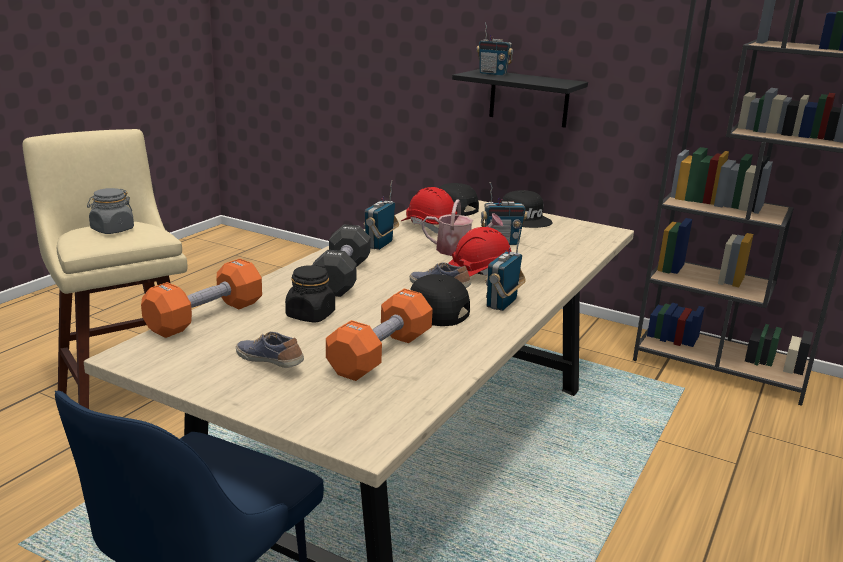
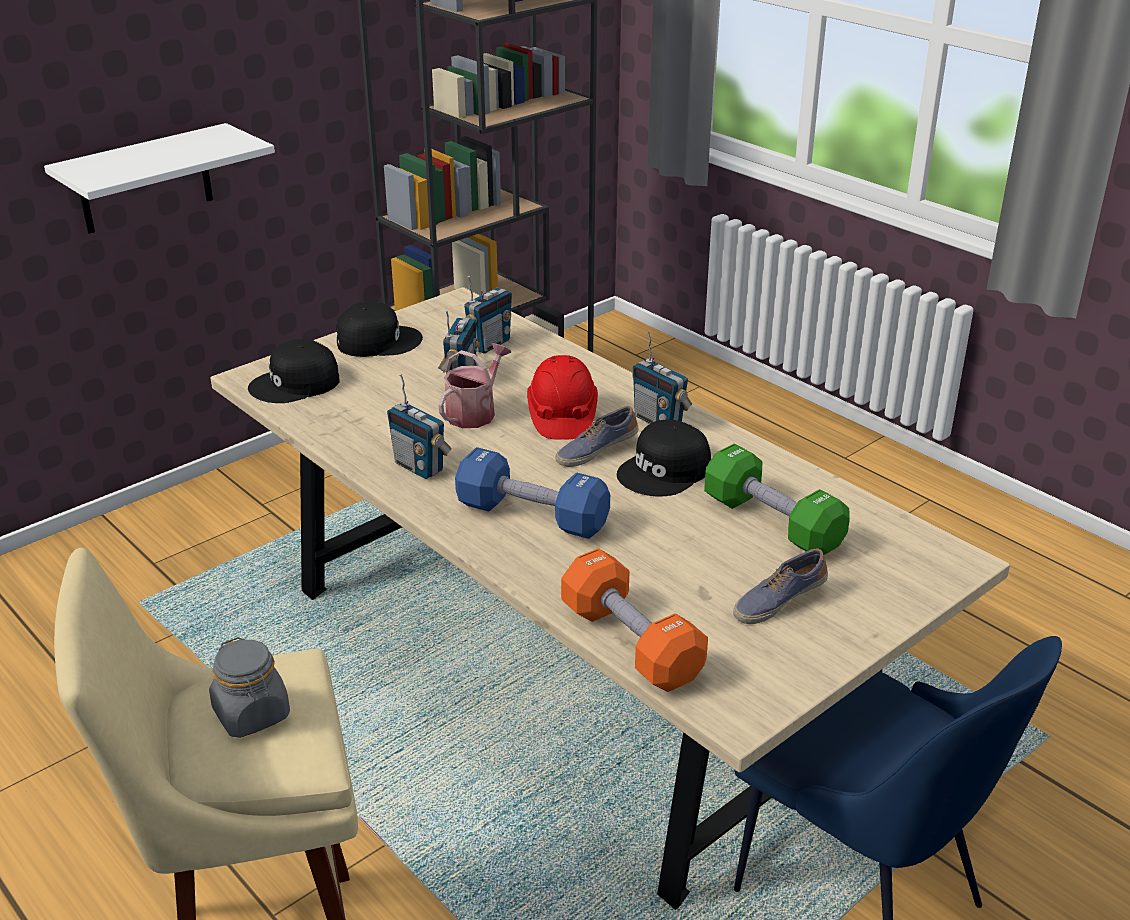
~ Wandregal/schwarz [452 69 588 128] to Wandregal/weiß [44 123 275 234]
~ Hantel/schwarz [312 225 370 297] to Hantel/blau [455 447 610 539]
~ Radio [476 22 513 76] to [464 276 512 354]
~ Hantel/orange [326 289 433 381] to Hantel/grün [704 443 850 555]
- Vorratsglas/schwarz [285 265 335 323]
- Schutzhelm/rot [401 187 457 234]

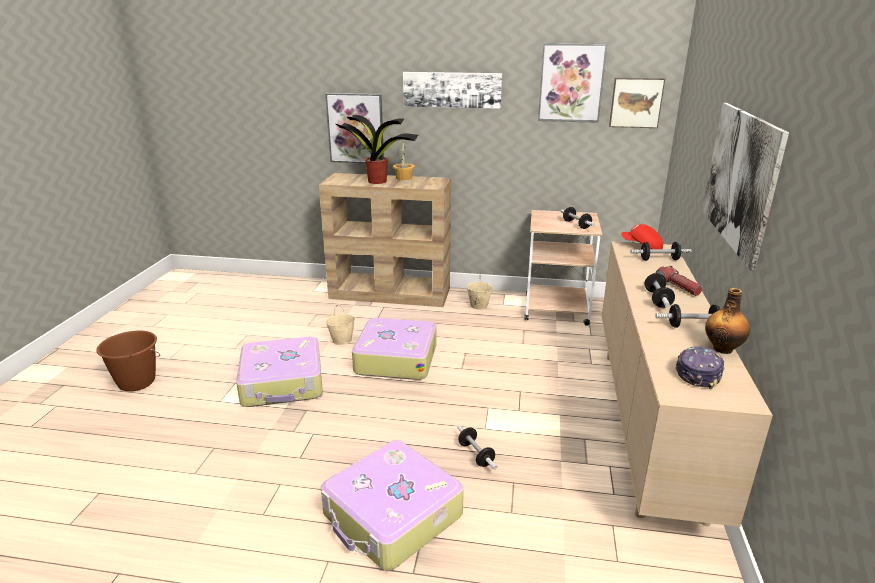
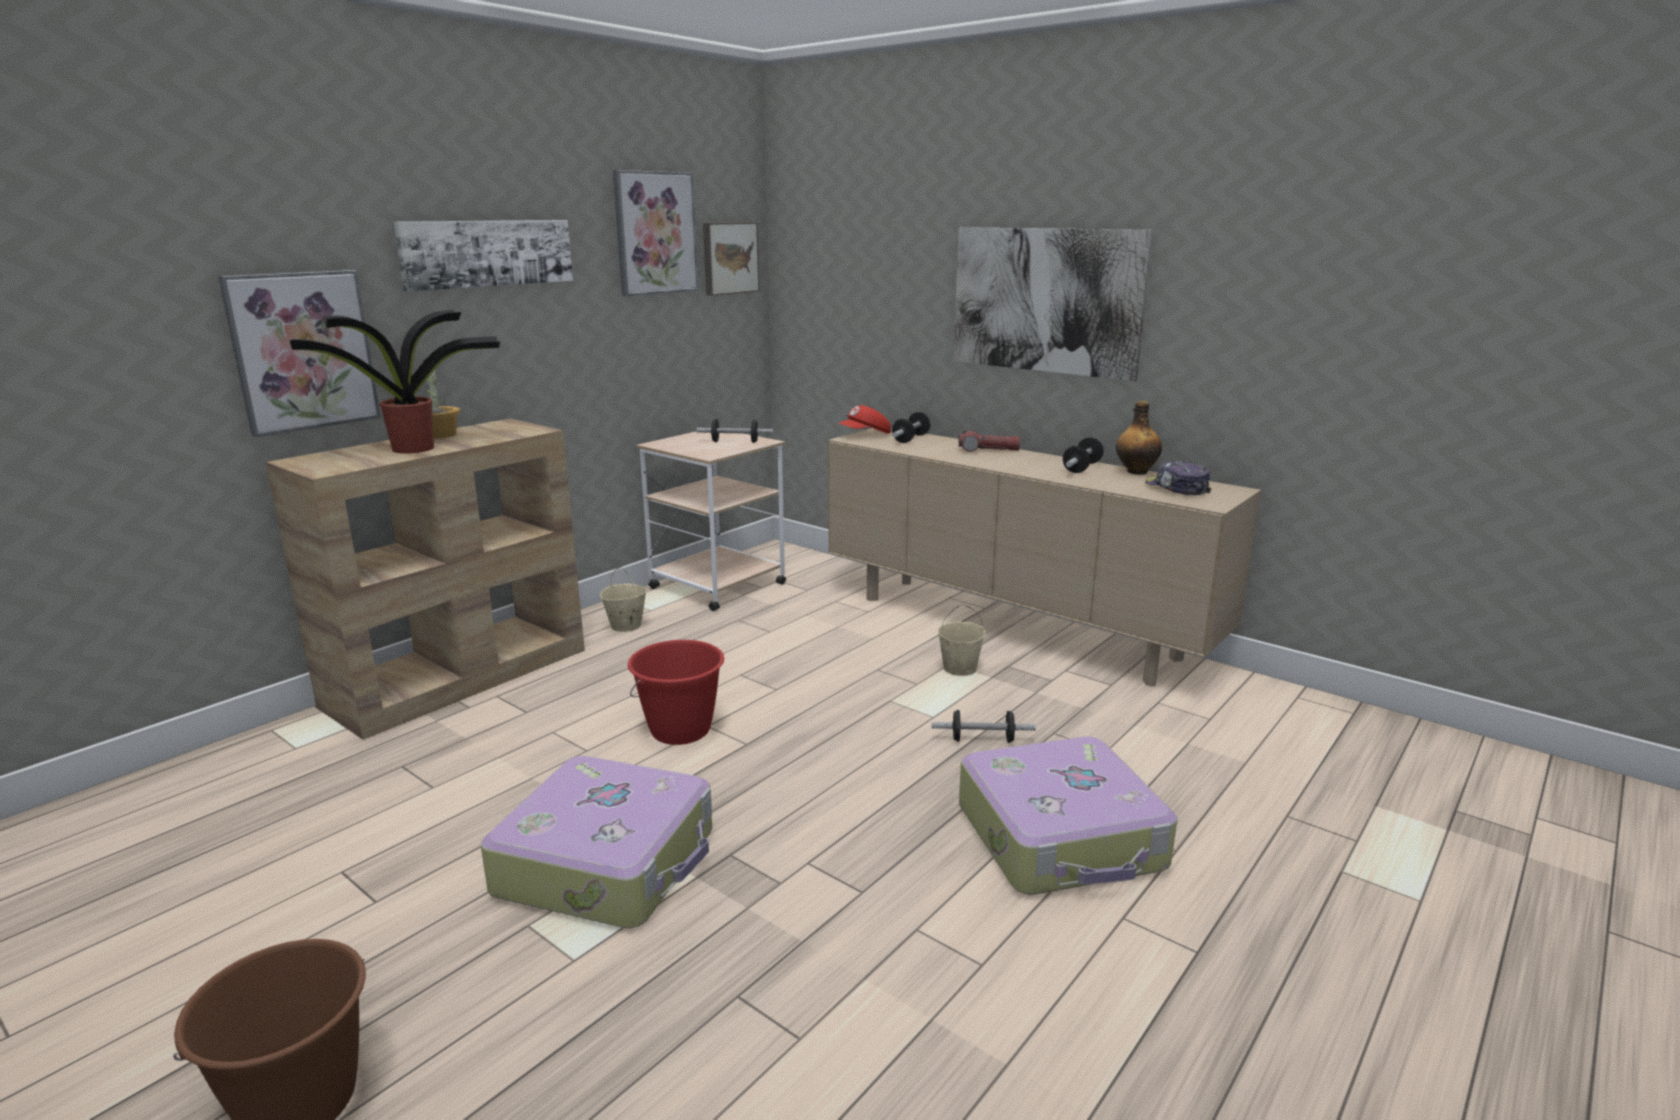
~ Koffer [352 318 436 380] to Eimer/rot [628 640 724 745]
~ Eimer/beige [326 307 355 345] to [938 604 985 676]
- Hantel [645 273 675 308]

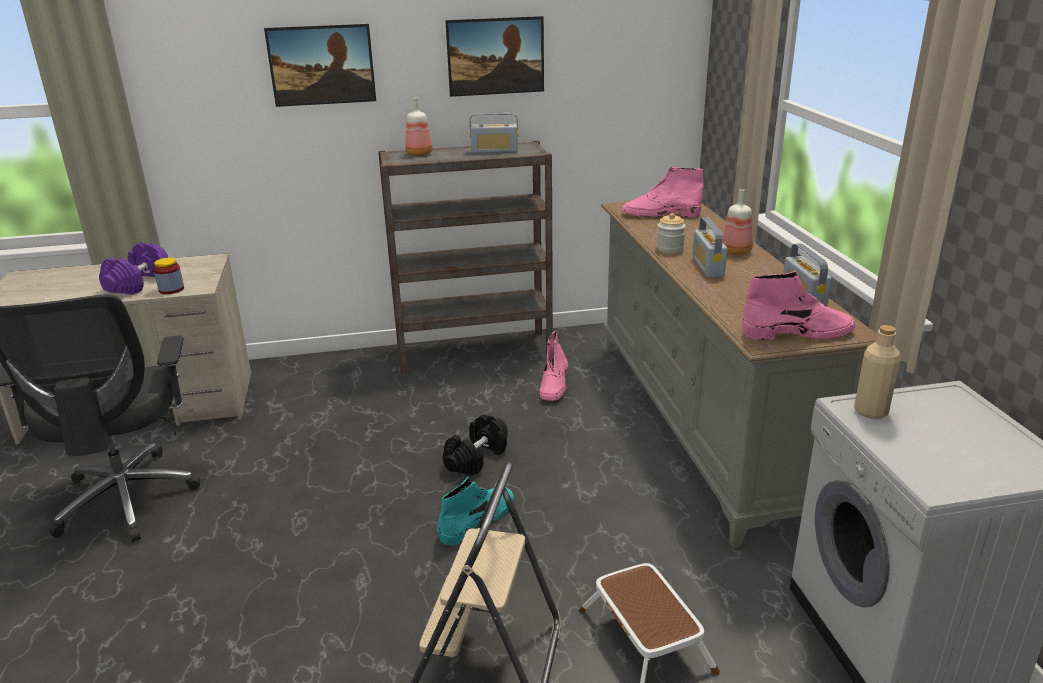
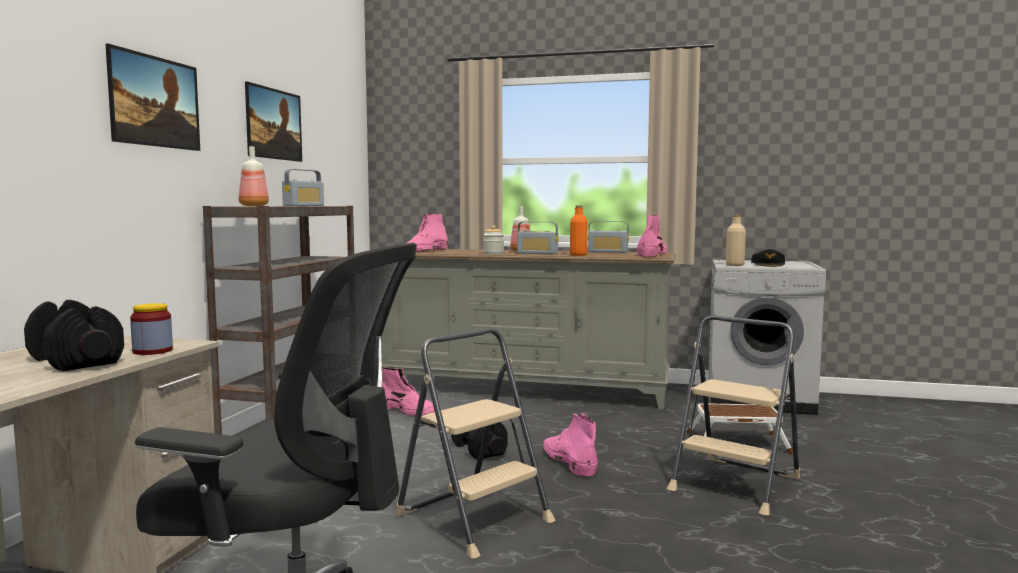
~ Hantel/lila [99 242 168 295] to Hantel/schwarz [24 300 124 371]
+ Trittleiter/beige [395 329 555 559]
~ Stiefel/türkis [437 477 514 545] to Stiefel/rosa [543 413 598 477]
+ Flasche/orange [570 205 588 256]
+ Kappe/schwarz [751 249 785 267]

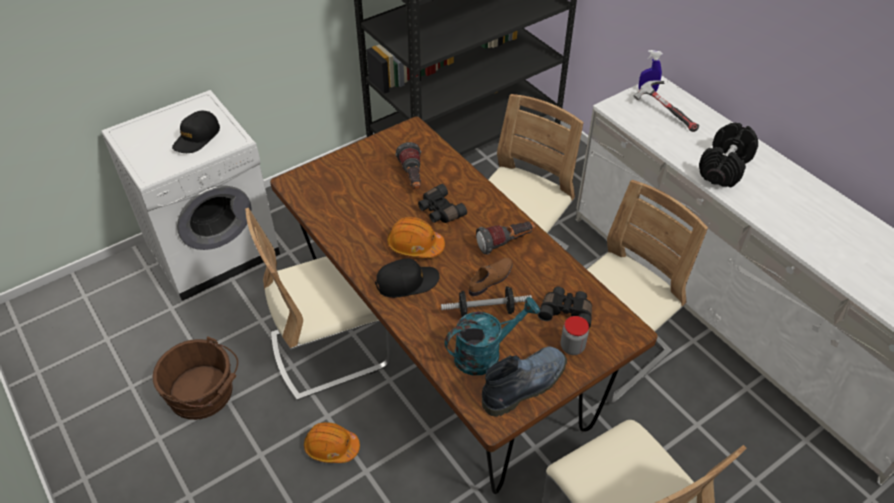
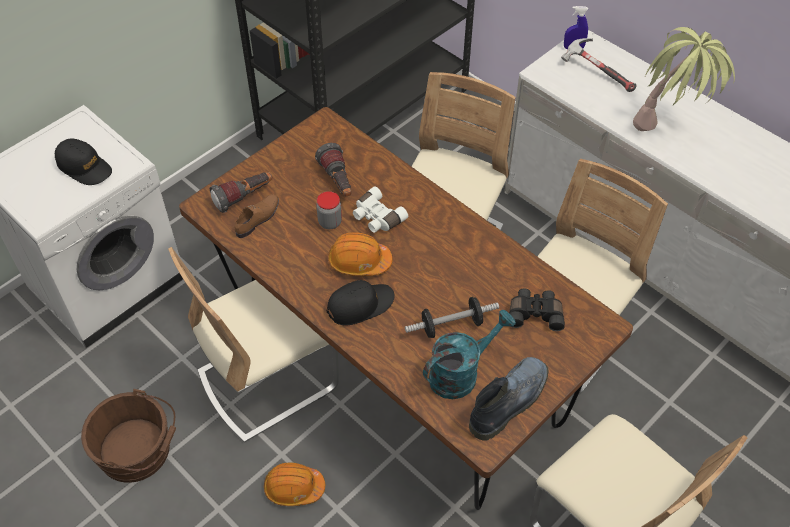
~ Kappe/schwarz [172 111 220 153] = [55 138 112 185] 75 degrees counterclockwise
~ Taschenlampe [476 222 536 255] to [210 172 273 213]
~ Schuh/braun [468 258 513 296] to [235 194 279 238]
~ Vorratsglas [561 316 589 355] to [316 191 342 229]
~ Fernglas/schwarz [418 184 467 223] to Fernglas/weiß [353 186 408 233]
~ Hantel/schwarz [699 123 758 188] to Topfpflanze [633 27 735 131]

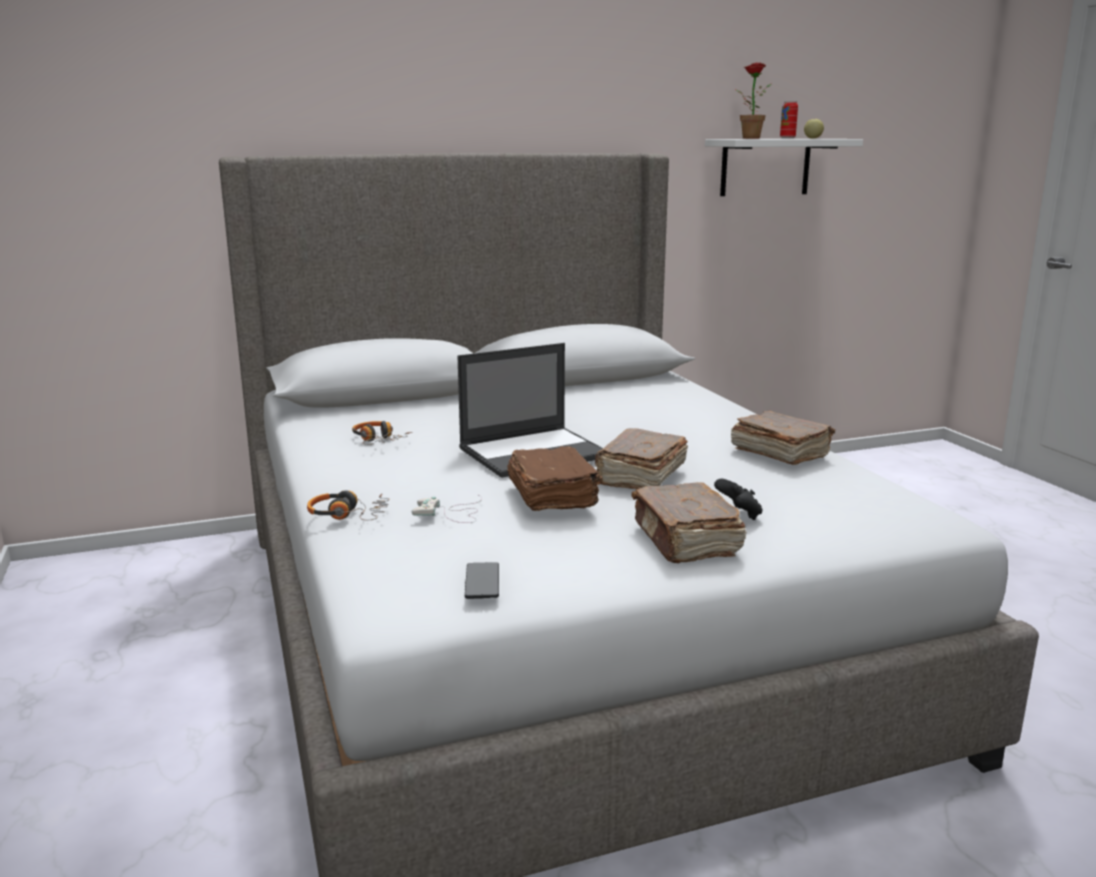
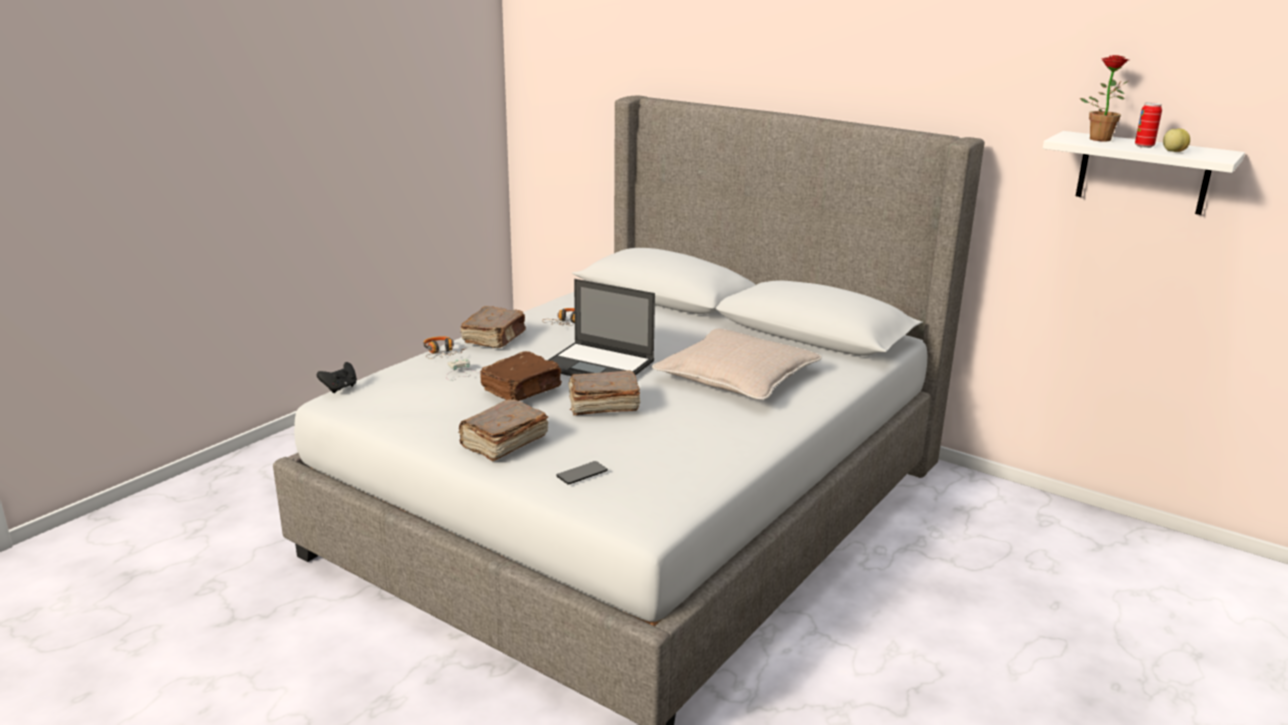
~ Gamepad/schwarz [714 479 763 520] to [317 362 357 393]
~ Buch/braun [731 410 835 465] to [461 306 526 348]
~ Handy [465 562 499 599] to [557 461 608 485]
+ Kissen/beige [652 329 822 400]

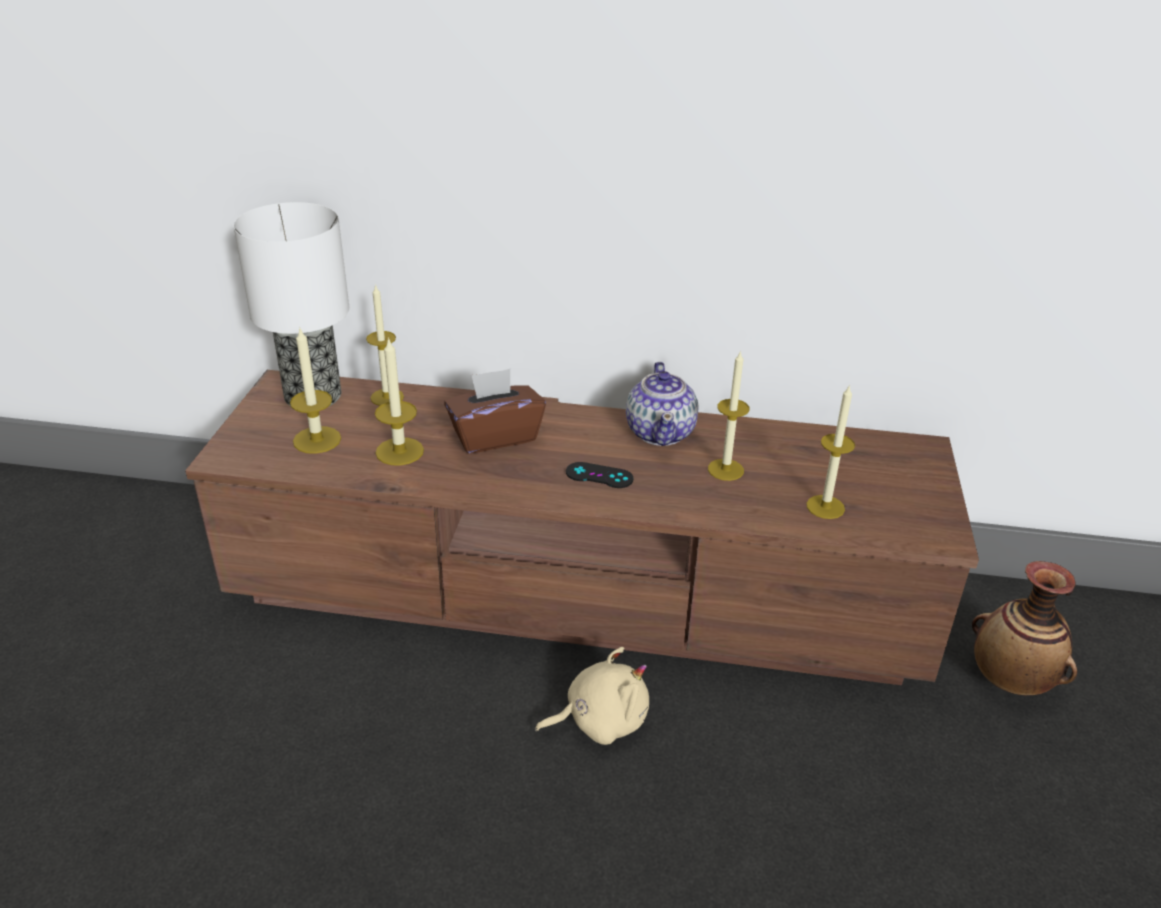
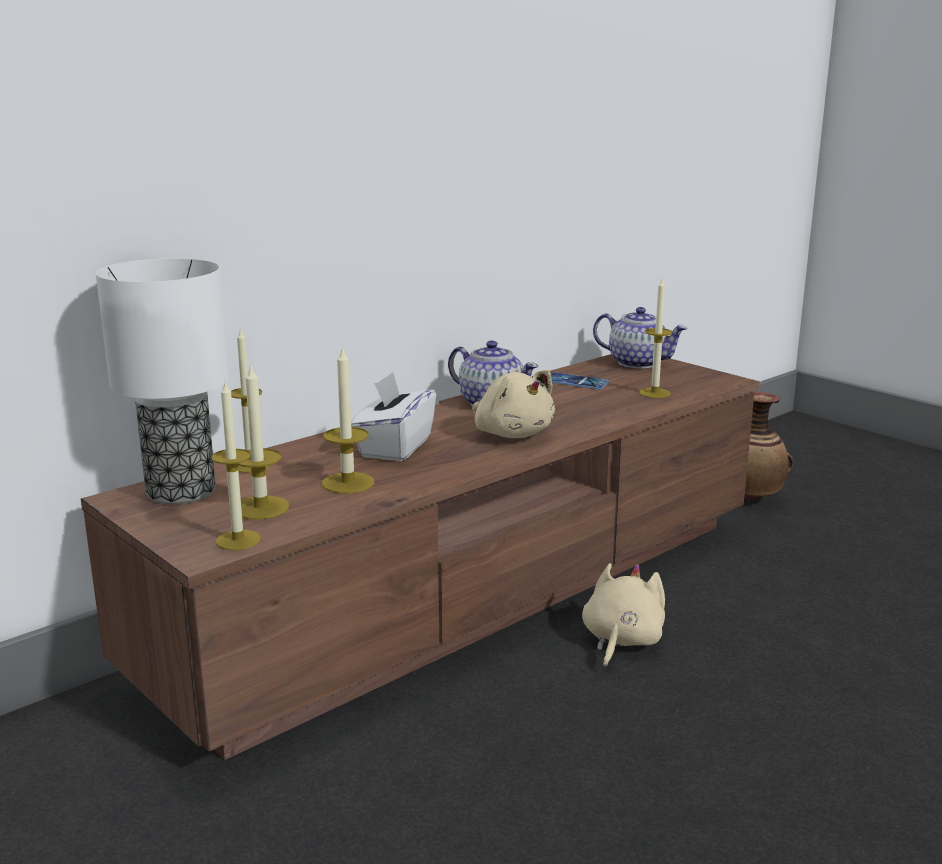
~ Kerze [708 350 749 481] to [211 383 261 550]
~ Taschentuchbox/braun [444 369 546 453] to Taschentuchbox/weiß [351 372 436 461]
~ Gamepad/schwarz [566 462 634 488] to Plüschtier/beige [472 370 555 438]
+ Handy [551 372 609 389]
+ Teekanne [593 307 688 369]

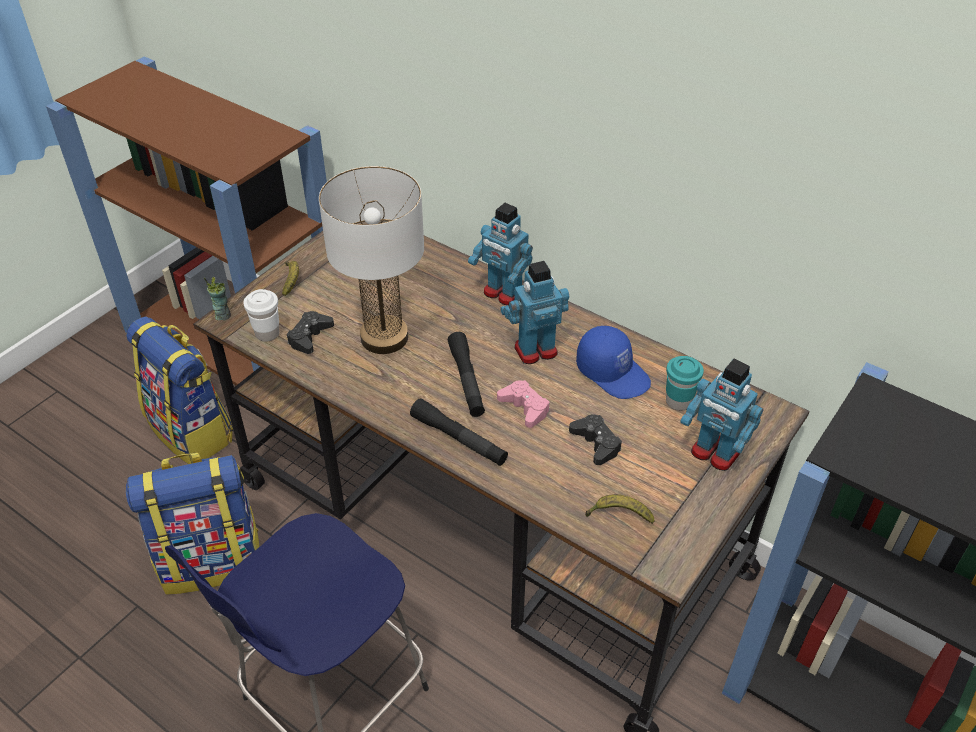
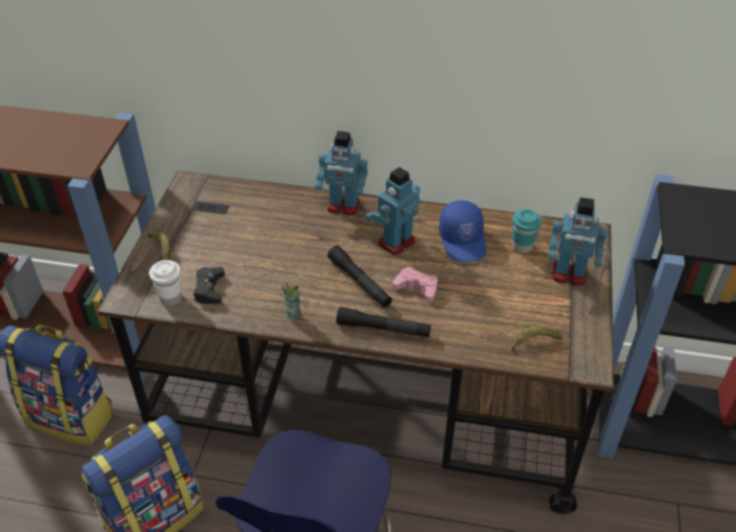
~ Tasse [204 277 231 321] to [282 283 301 321]
~ Kappe/blau [576 326 651 399] = [439 200 486 262] 60 degrees clockwise
- Tischlampe [319 166 424 354]
- Gamepad/schwarz [569 414 622 465]

